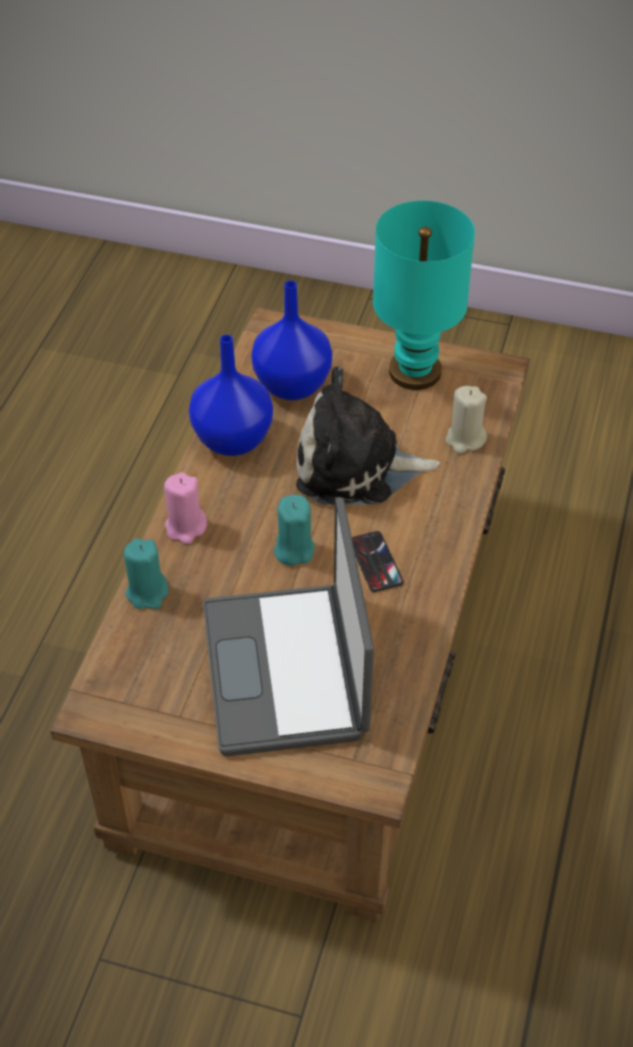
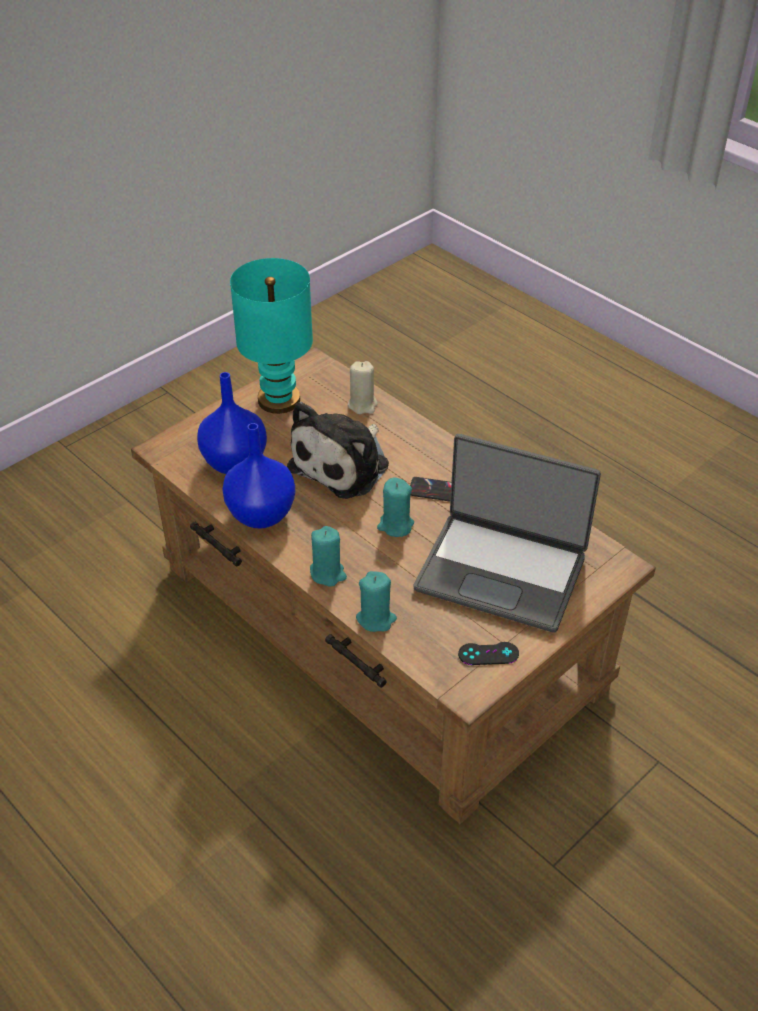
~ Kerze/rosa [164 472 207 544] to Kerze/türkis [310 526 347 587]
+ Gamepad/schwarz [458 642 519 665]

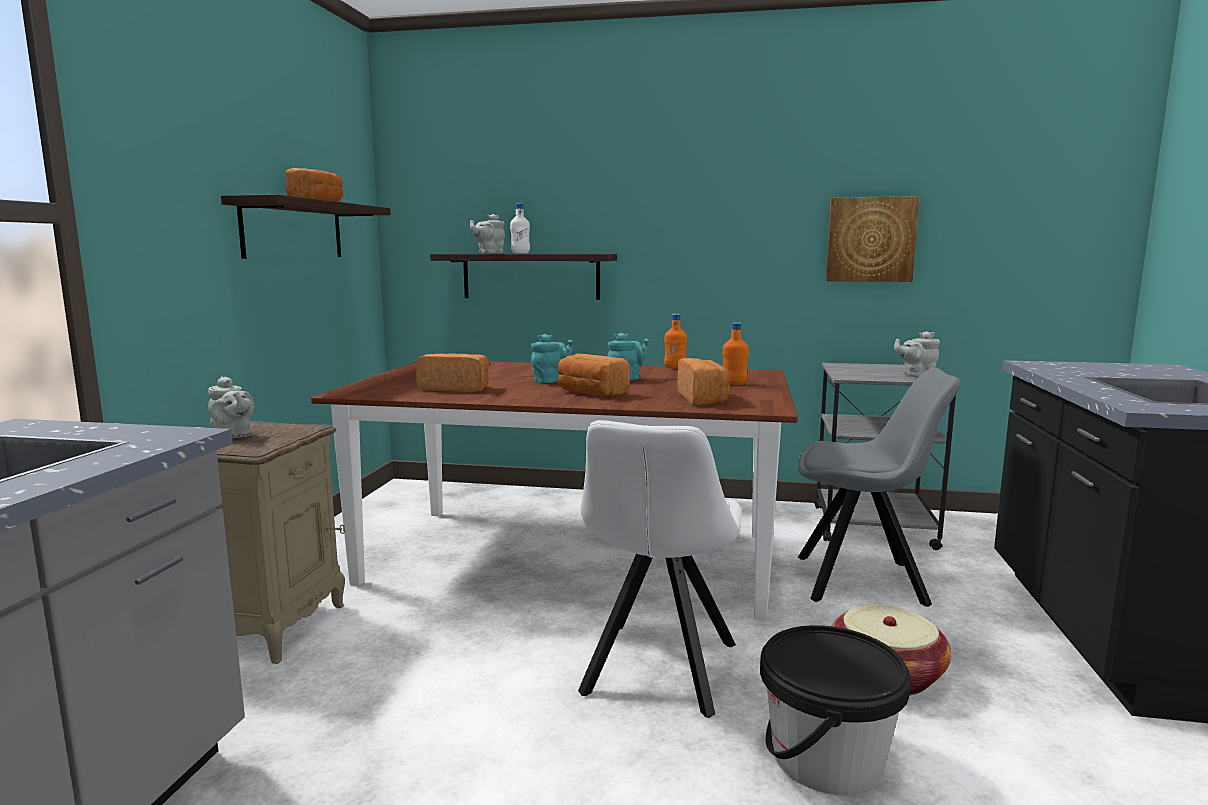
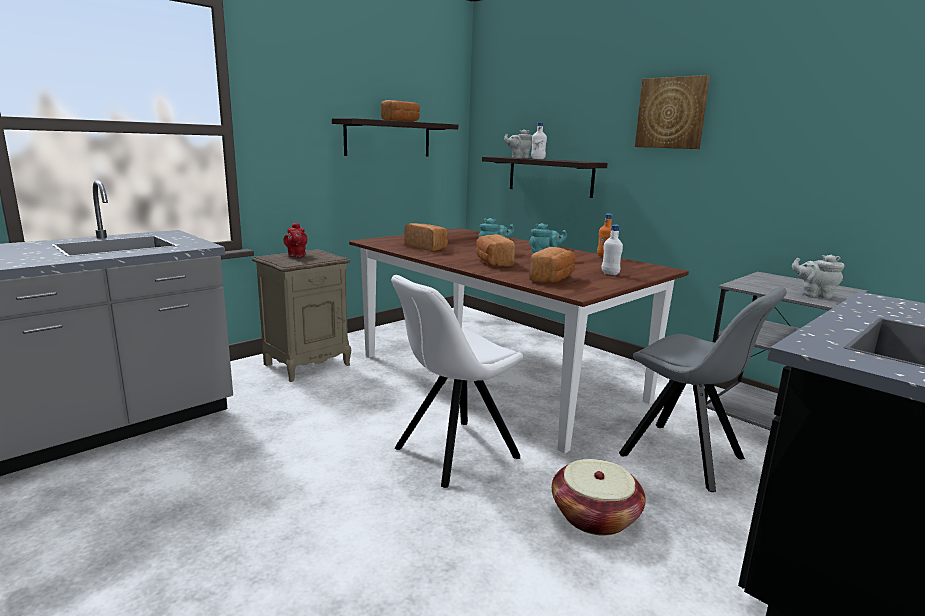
~ Teekanne/grau [208 377 254 438] to Teekanne/rot [283 222 307 257]
~ Flasche/orange [723 322 749 385] to Flasche/weiß [602 225 623 275]
~ Bild [826 196 920 282] to [635 75 710 149]
- Eimer/schwarz [760 625 911 795]

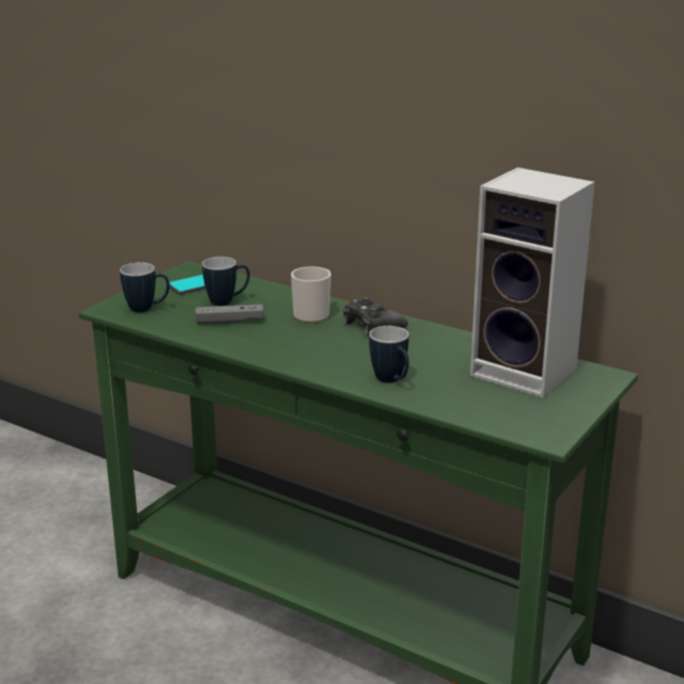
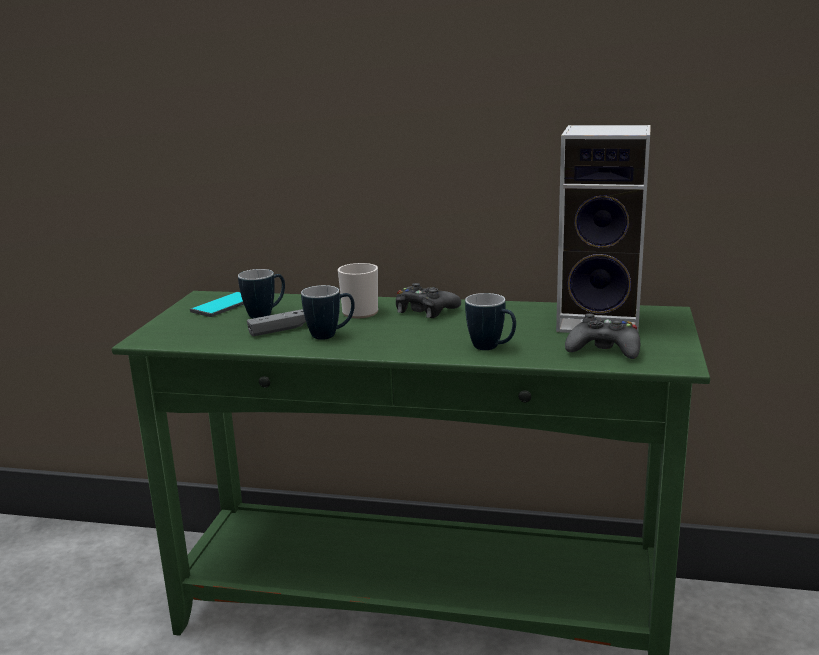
~ Henkelbecher [120 262 170 312] to [301 285 355 340]
+ Gamepad/schwarz [565 313 640 359]

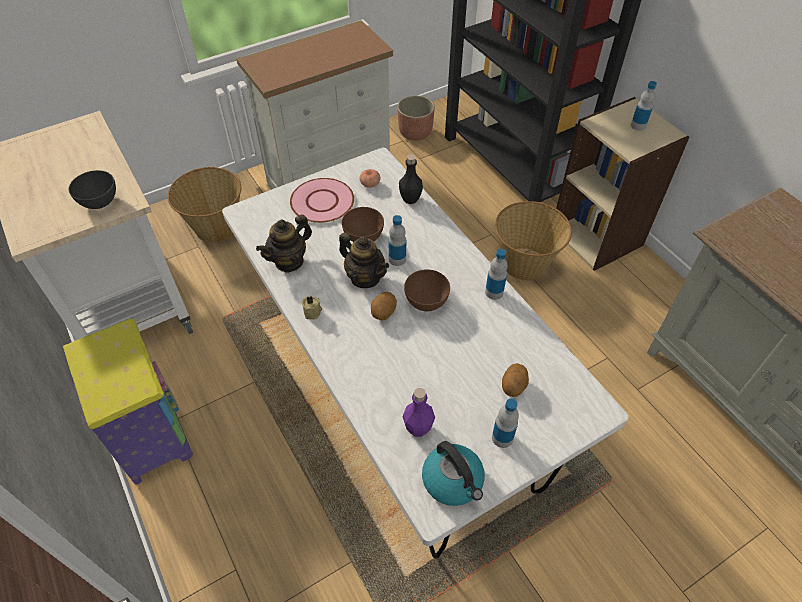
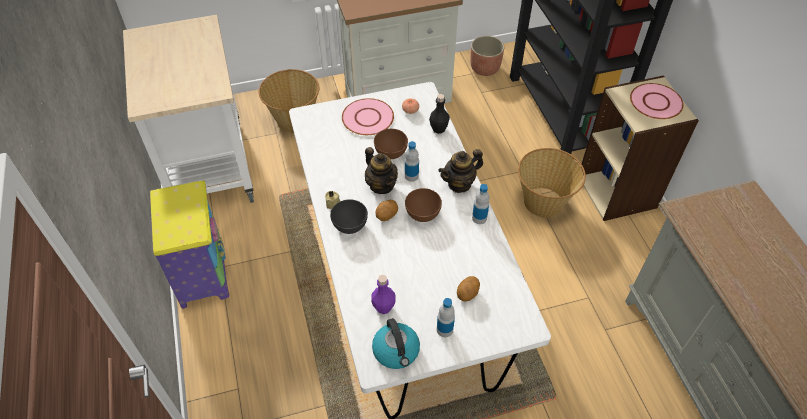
~ Schüssel/grau [69 170 116 209] to [330 199 368 234]
~ Teekanne [256 214 312 273] to [439 149 483 193]
~ Flasche [631 81 657 131] to Teller/rosa [630 83 684 119]

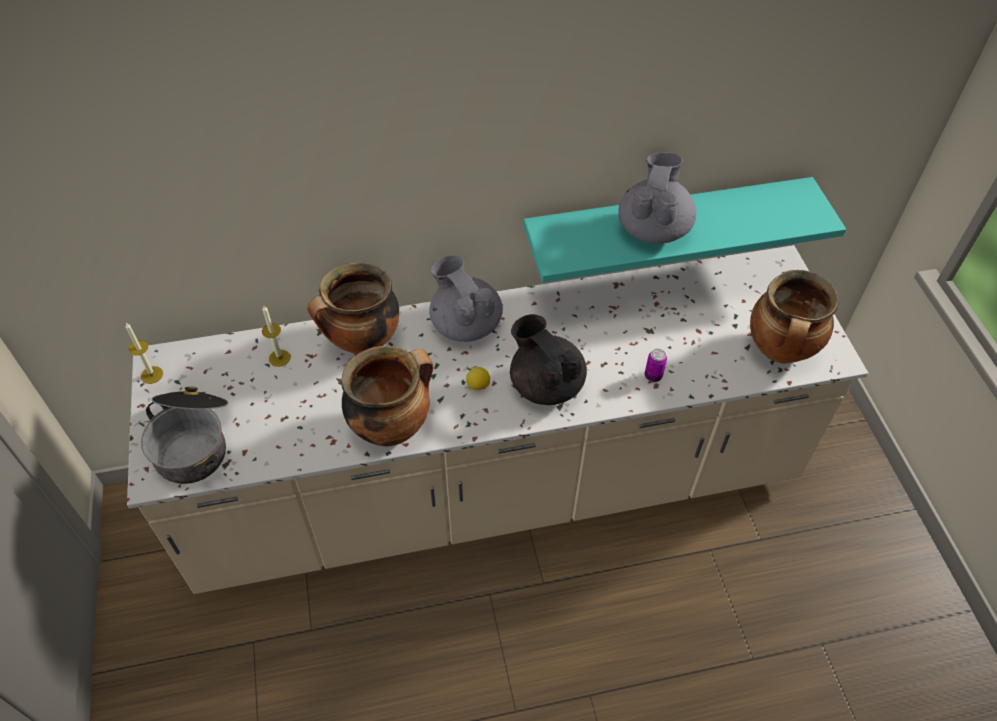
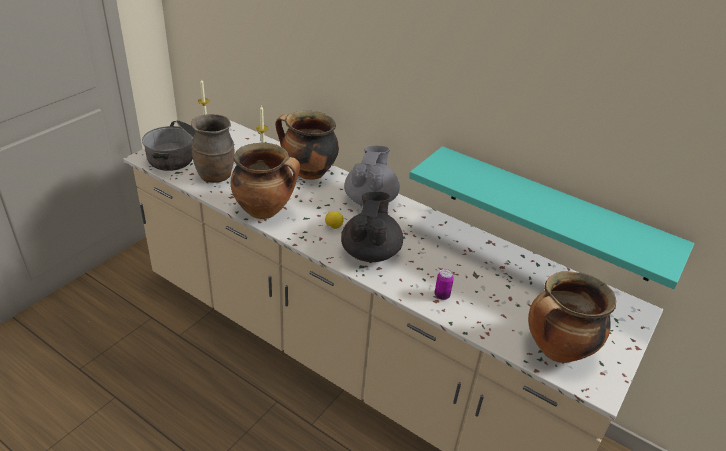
+ Vase/braun [191 114 235 183]
- Teekanne/grau [618 152 696 244]

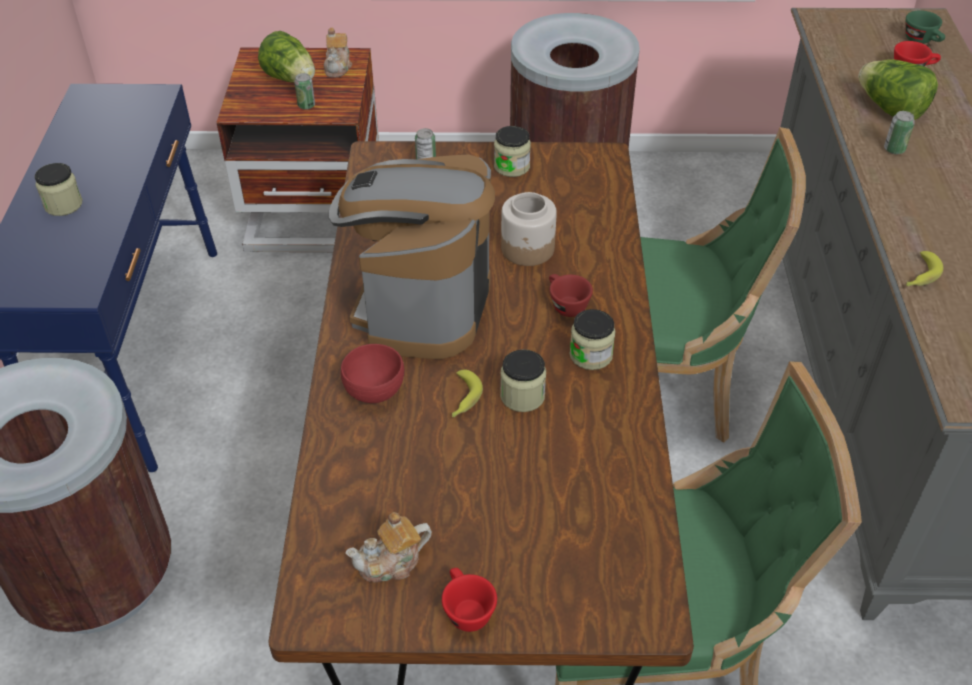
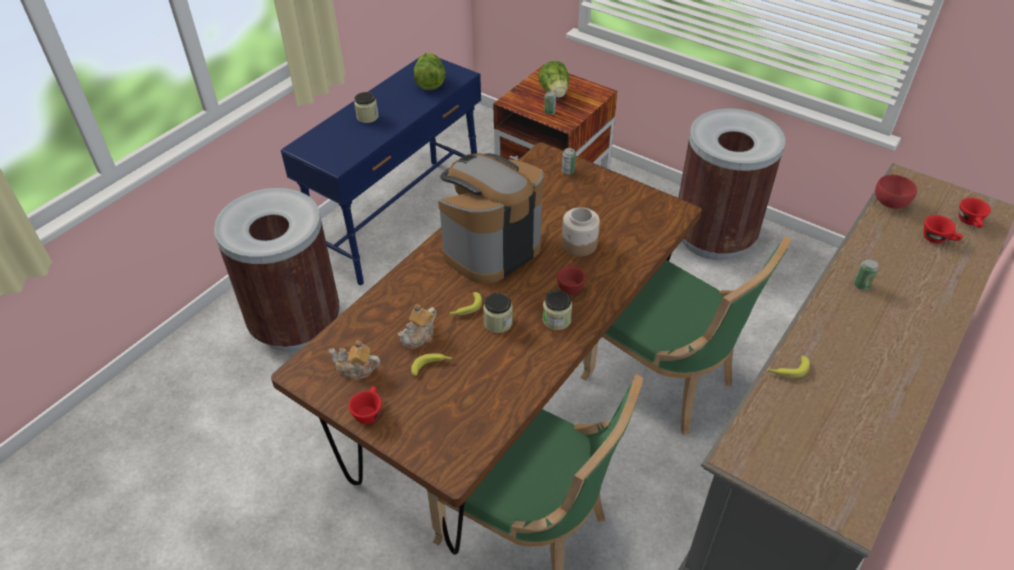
~ Teekanne [324 27 352 78] to [398 304 436 349]
+ Banane [411 353 453 376]
~ Salatkopf [858 59 938 120] to [414 53 446 90]
~ Schüssel/rot [341 344 404 403] to [875 175 917 209]
~ Tasse/grün [906 10 945 44] to Tasse/rot [959 198 991 228]
- Vorratsglas [494 126 531 177]

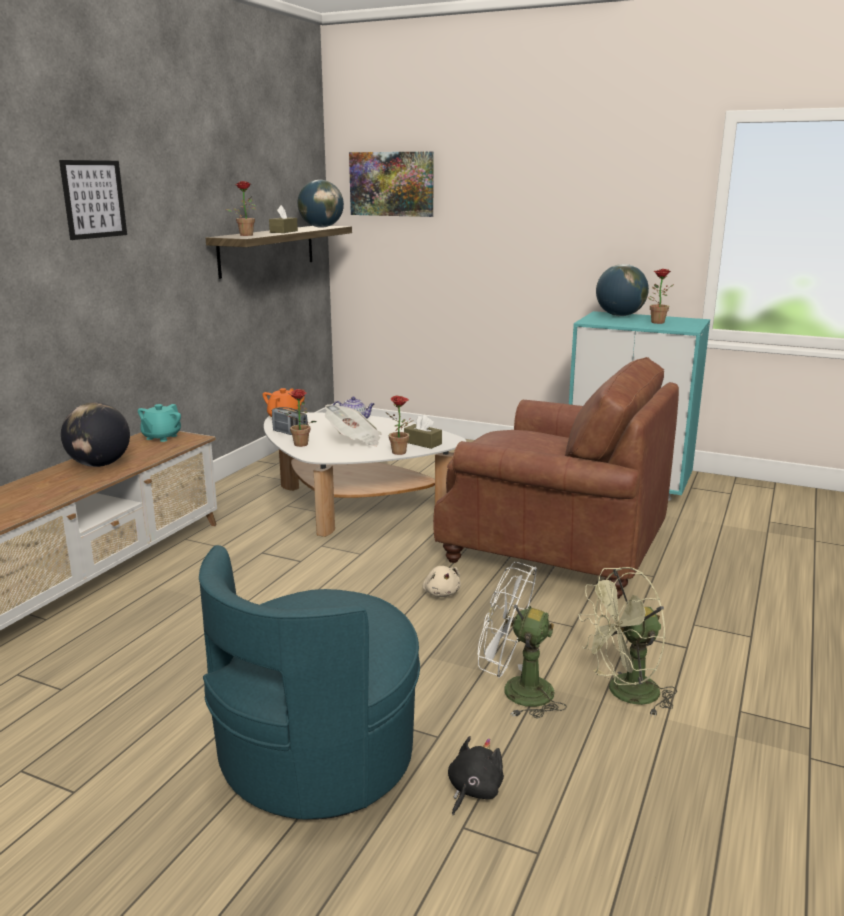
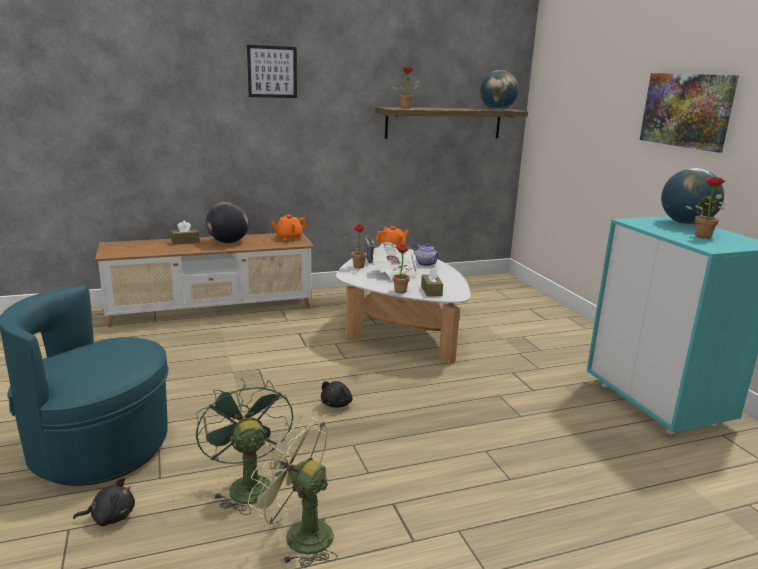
~ Taschentuchbox/braun [269 205 298 233] to [171 221 200 245]
~ Ventilator/weiß [478 562 567 719] to Ventilator/grün [196 378 293 515]
~ Teekanne/türkis [138 404 181 442] to Teekanne/orange [270 215 307 241]
~ Plüschtier/beige [423 566 461 597] to Plüschtier/schwarz [321 381 353 407]
~ Bild [349 151 434 217] to [640 73 739 153]
- Sessel/braun [433 357 679 599]

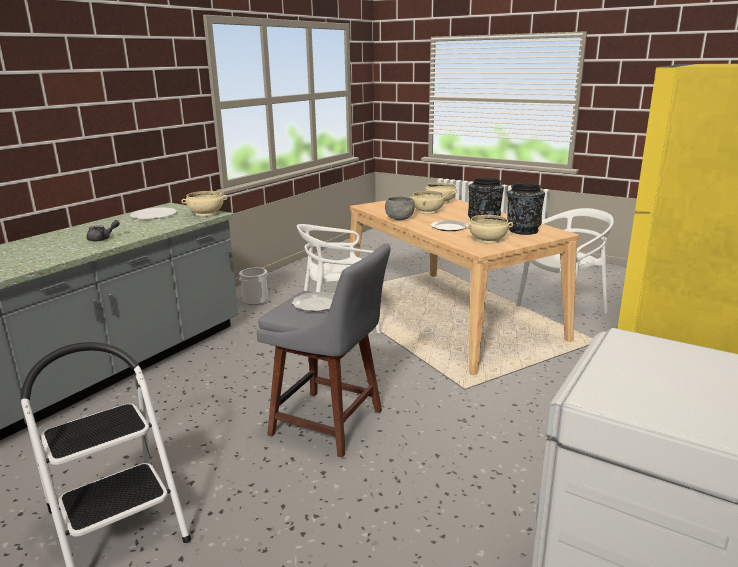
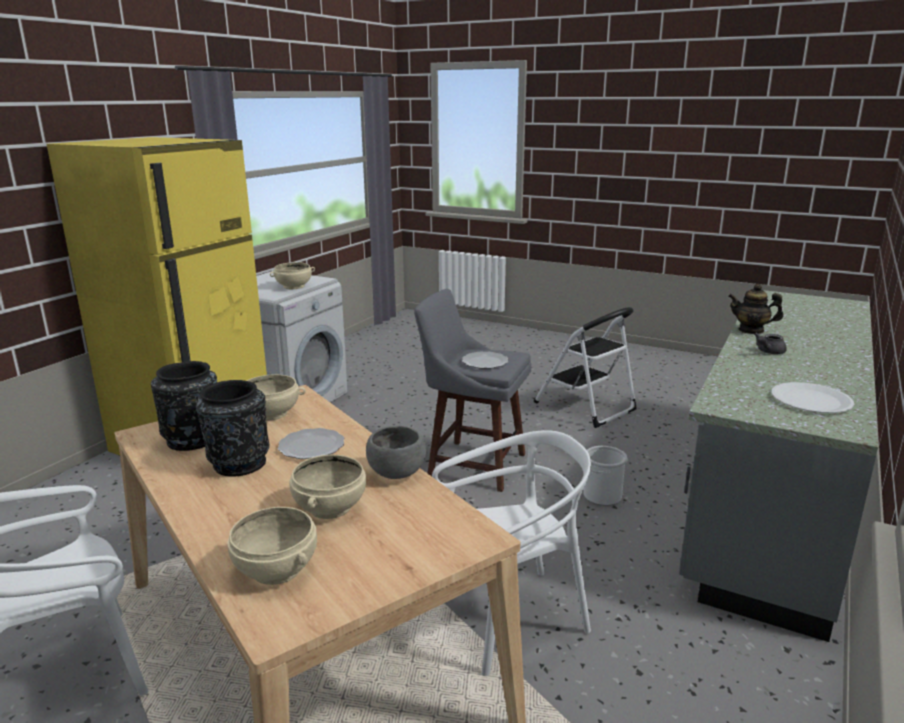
~ Schüssel/beige [181 191 227 217] to [270 262 315 289]
~ Eimer [239 268 268 305] to [584 446 627 506]
+ Teekanne [728 284 783 334]

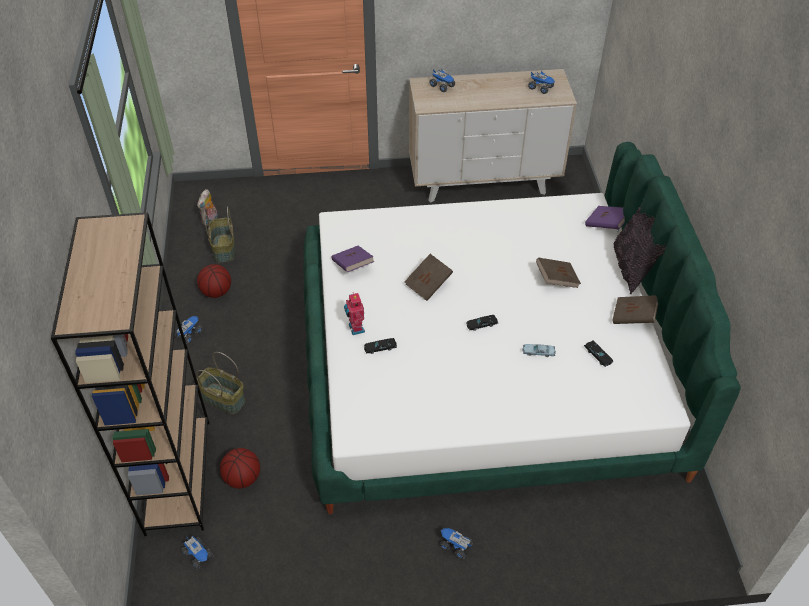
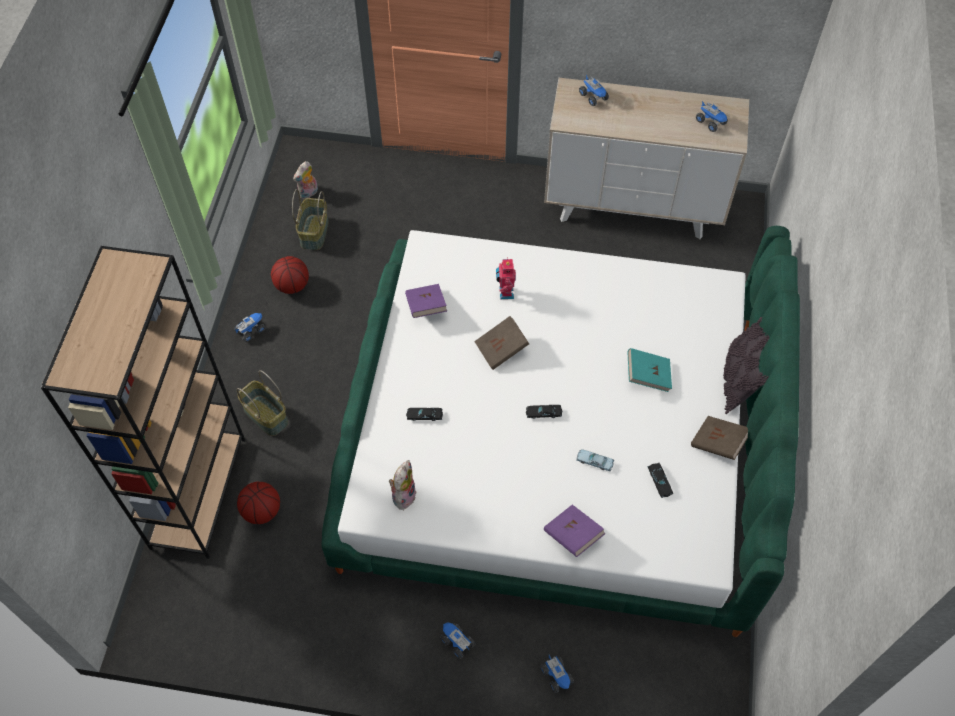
+ Plüschtier [389 460 416 510]
~ Spielzeugroboter [344 292 365 335] to [496 257 516 299]
~ Spielzeuglaster [181 536 214 569] to [540 655 574 693]
~ Buch/lila [585 206 625 229] to [544 505 606 557]
~ Buch/braun [536 258 581 288] to Buch/türkis [627 348 672 392]

